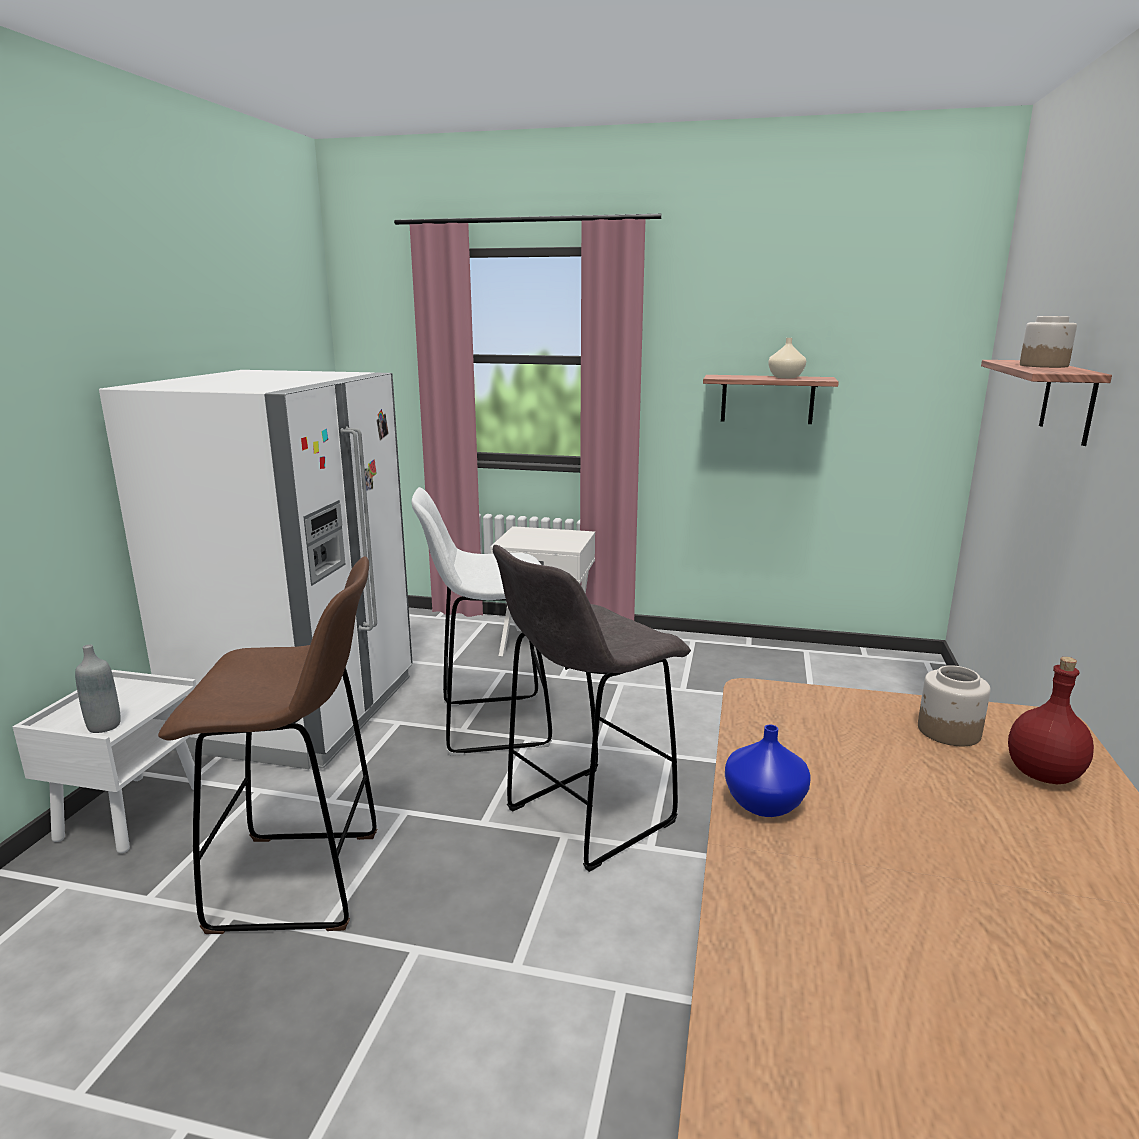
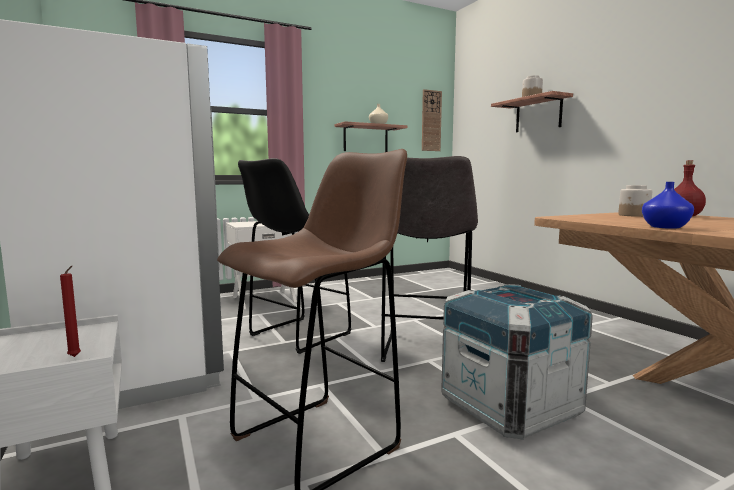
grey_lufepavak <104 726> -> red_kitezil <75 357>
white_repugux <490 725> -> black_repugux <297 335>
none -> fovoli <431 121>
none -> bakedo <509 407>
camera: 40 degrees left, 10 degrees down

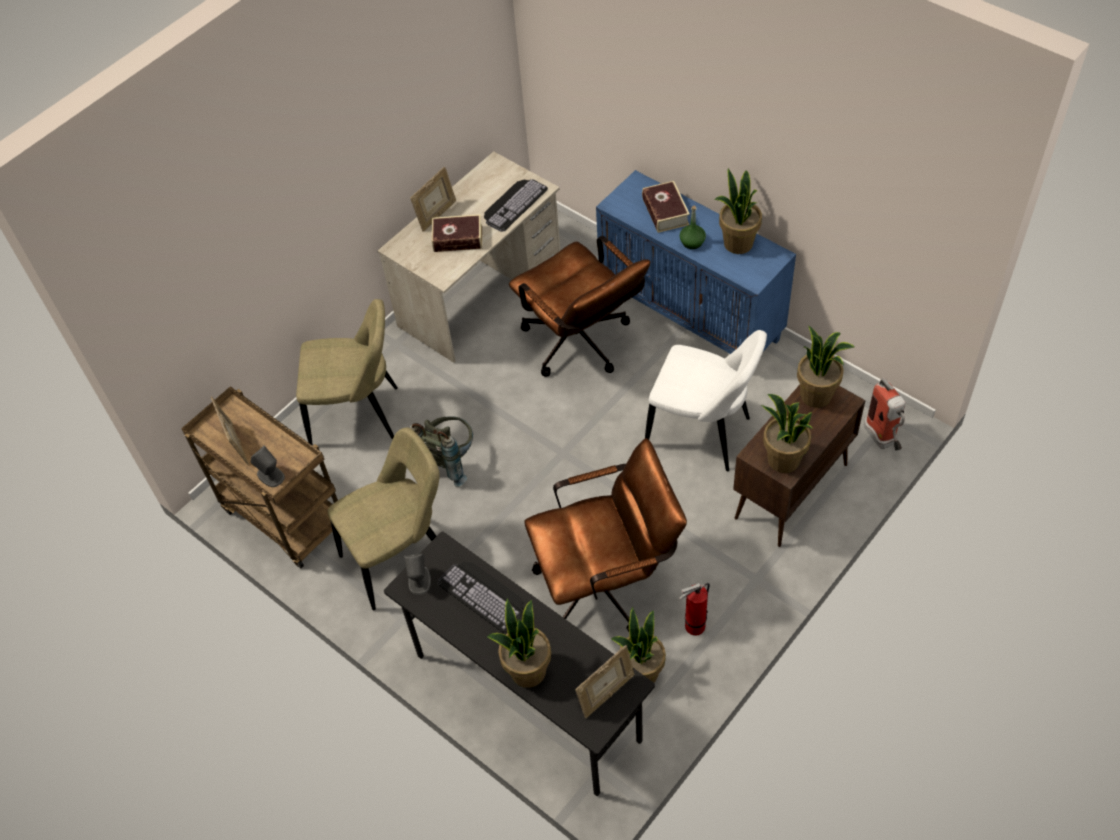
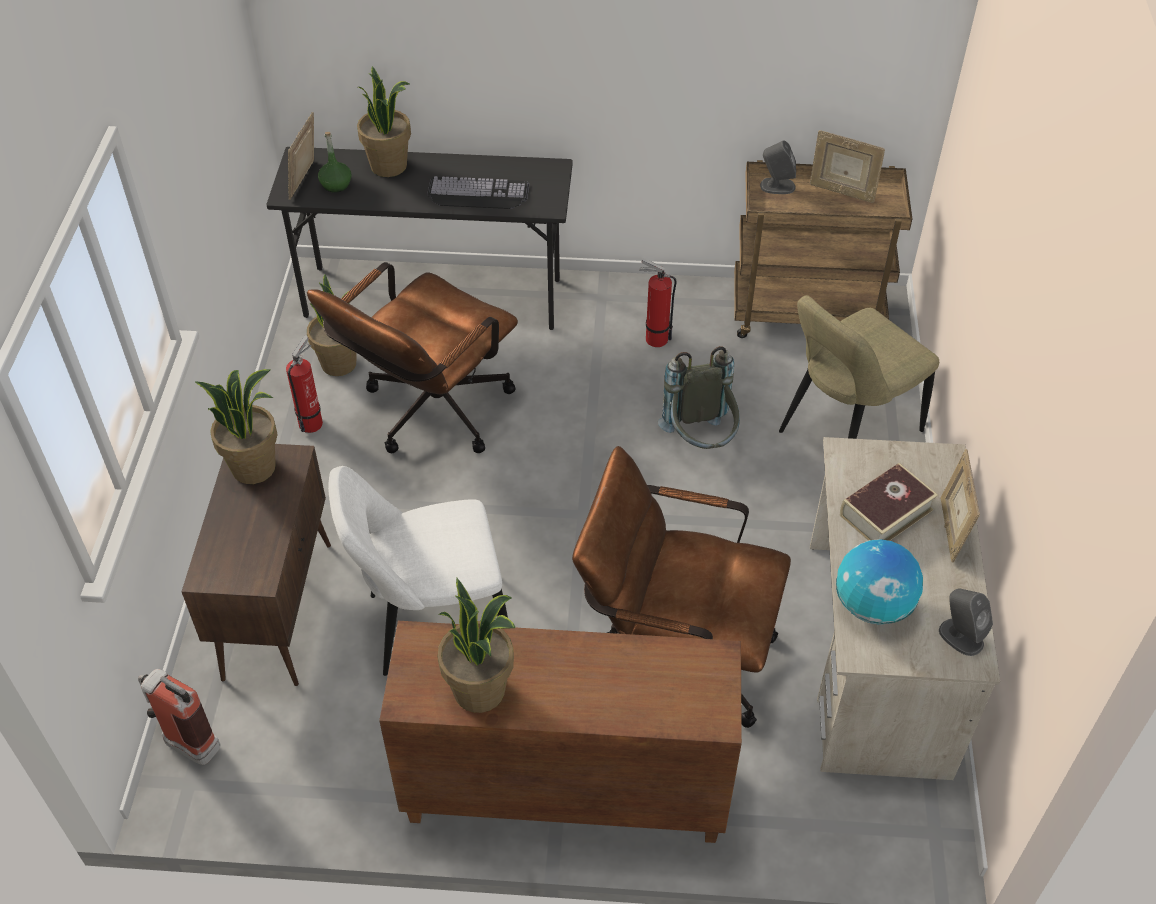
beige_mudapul <402 558> -> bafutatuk <653 338>
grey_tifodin <419 580> -> grey_tifodin <960 636>, move
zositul <513 203> -> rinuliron <872 606>
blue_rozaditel <692 315> -> brown_rozaditel <563 791>
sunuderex <665 212> -> none
green_lufepavak <692 242> -> green_lufepavak <336 185>, move
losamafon <816 395> -> none
camera: 140 degrees right, 5 degrees down

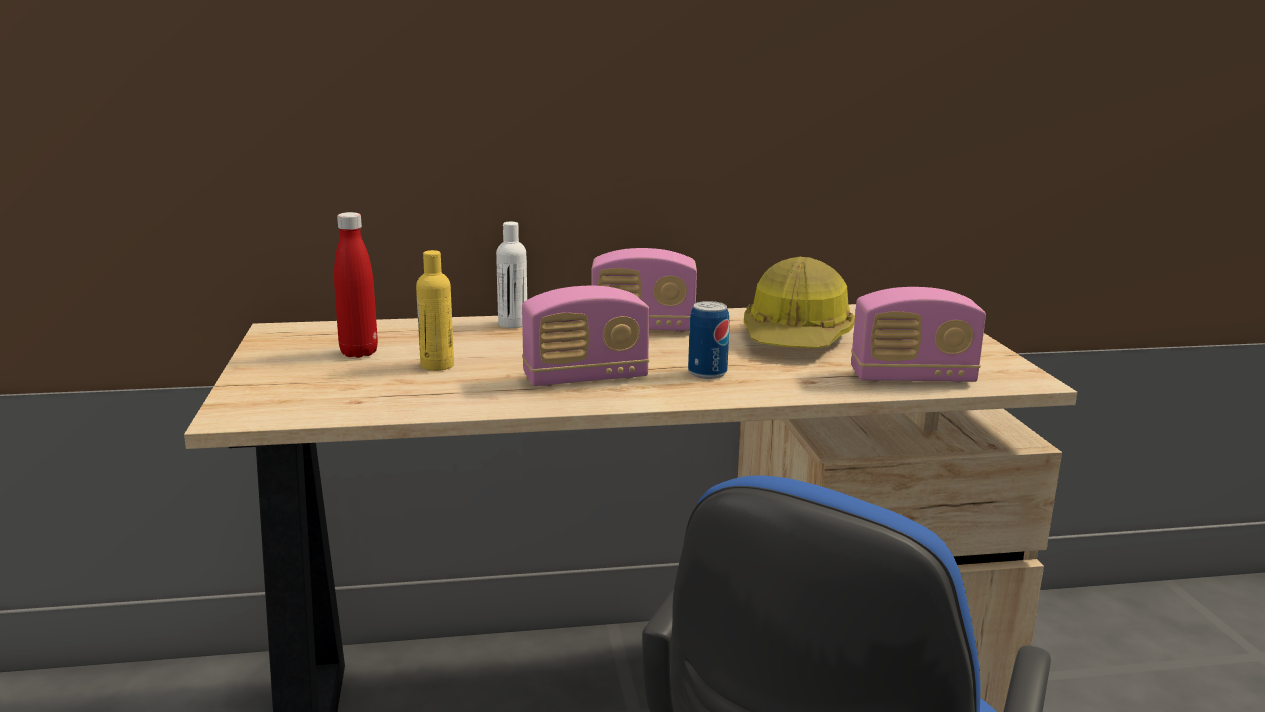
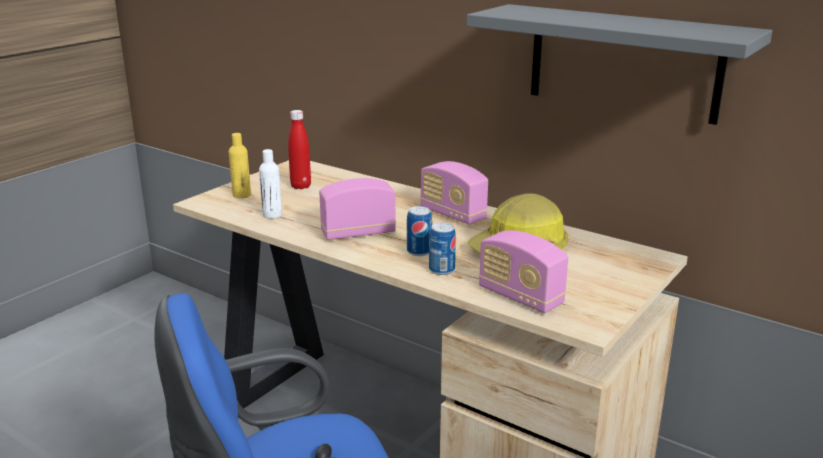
yellow_lufepavak <437 365> -> yellow_lufepavak <241 195>, move
white_lufepavak <513 324> -> white_lufepavak <272 215>, move
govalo <585 378> -> govalo <358 233>, 135 degrees clockwise
none -> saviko <441 270>
none -> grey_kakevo <623 62>
camera: 45 degrees right, 5 degrees up

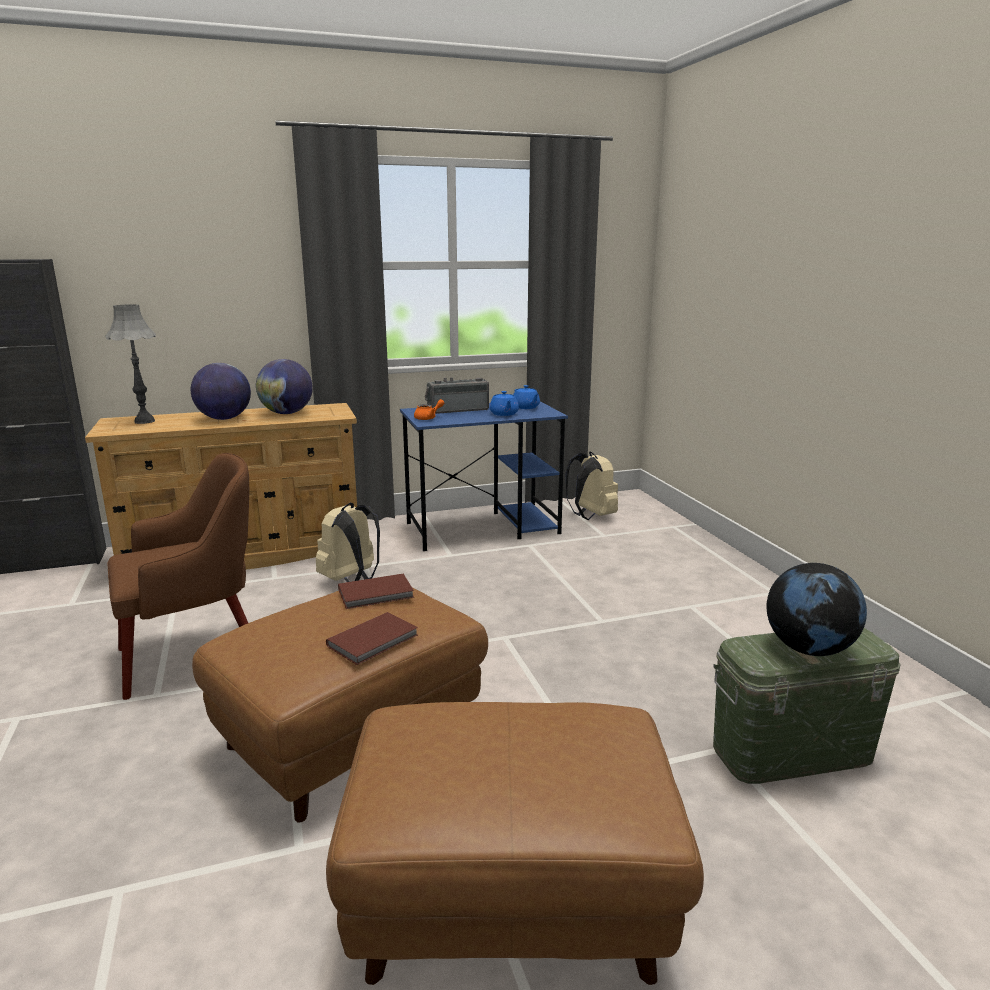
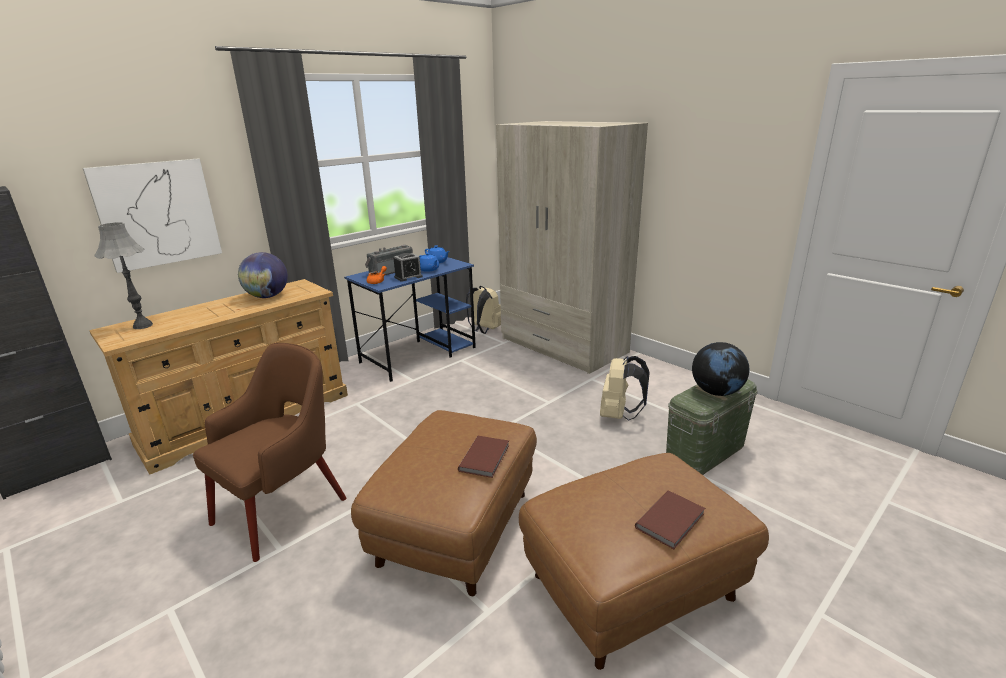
rinuliron <224 418> -> none
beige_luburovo <351 580> -> beige_luburovo <619 415>, move
brown_sunuderex <377 594> -> brown_sunuderex <672 521>, move
none -> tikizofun <157 214>
none -> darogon <408 277>
none -> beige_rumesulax <563 346>
camera: 25 degrees left, 5 degrees up

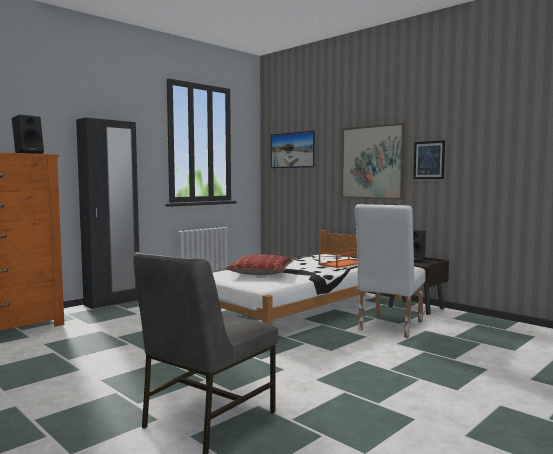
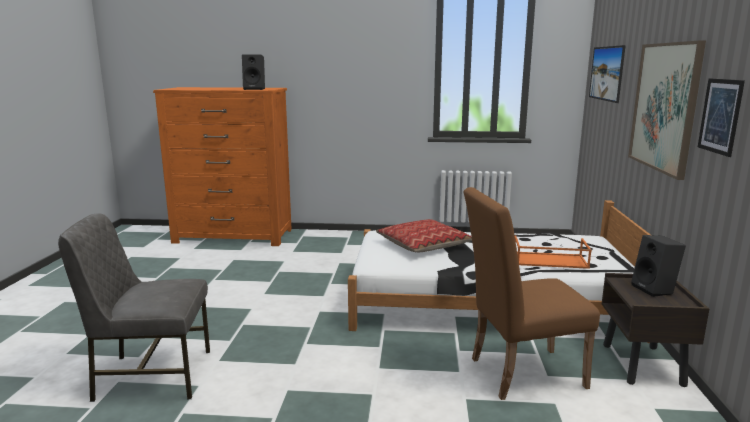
black_rumesulax <112 302> -> none
white_mudapul <388 327> -> brown_mudapul <518 373>
camera: 50 degrees right, 10 degrees up

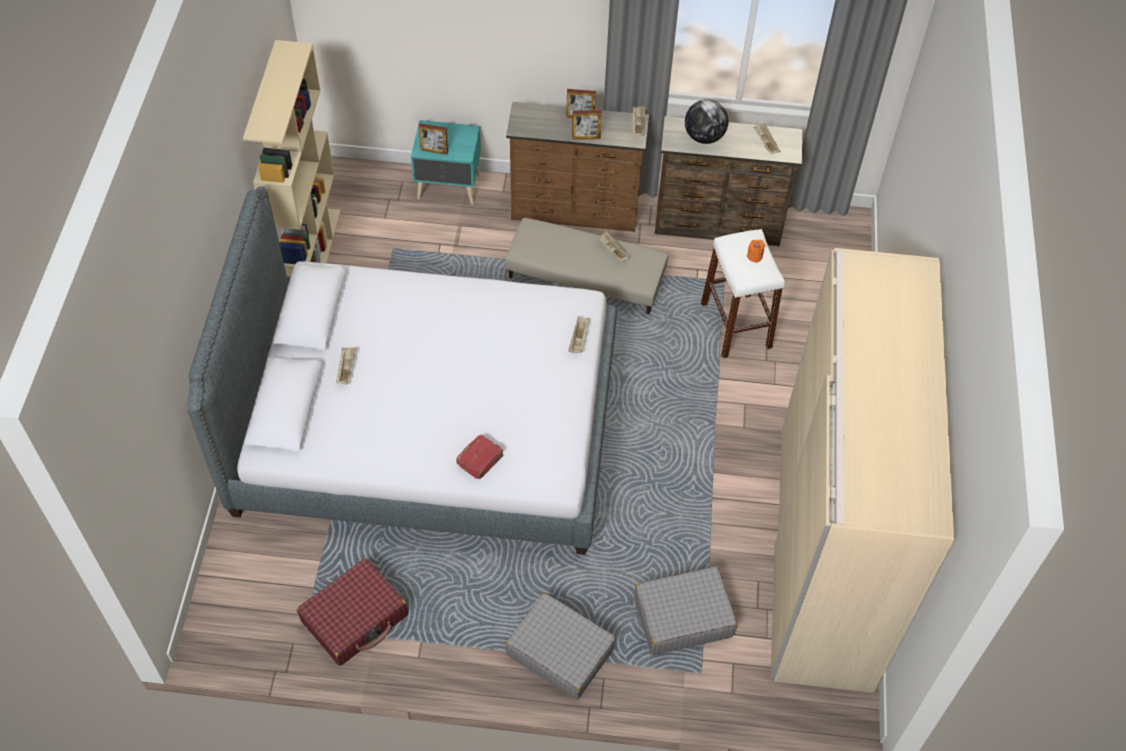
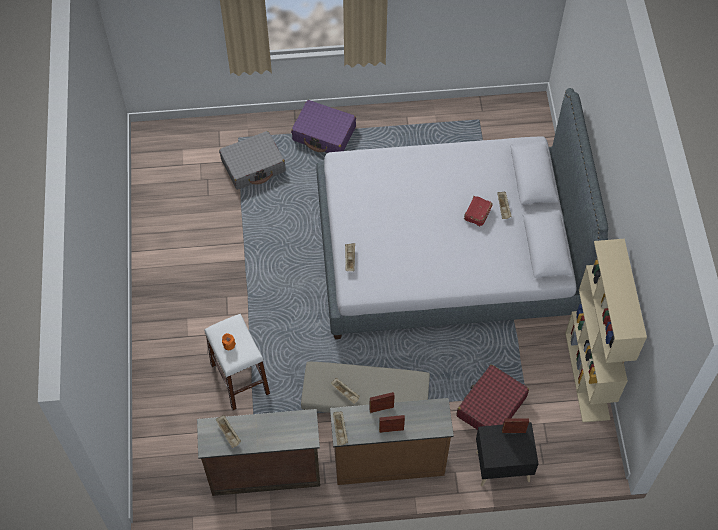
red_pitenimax <355 618> -> red_pitenimax <491 407>, move
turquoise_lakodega <449 187> -> black_lakodega <501 465>
red_sunuderex <480 460> -> red_sunuderex <477 214>, move
grey_pitenimax <560 651> -> purple_pitenimax <324 134>
rinuliron <704 136> -> none
beige_rumesulax <823 556> -> none
camera: 170 degrees right, 5 degrees up

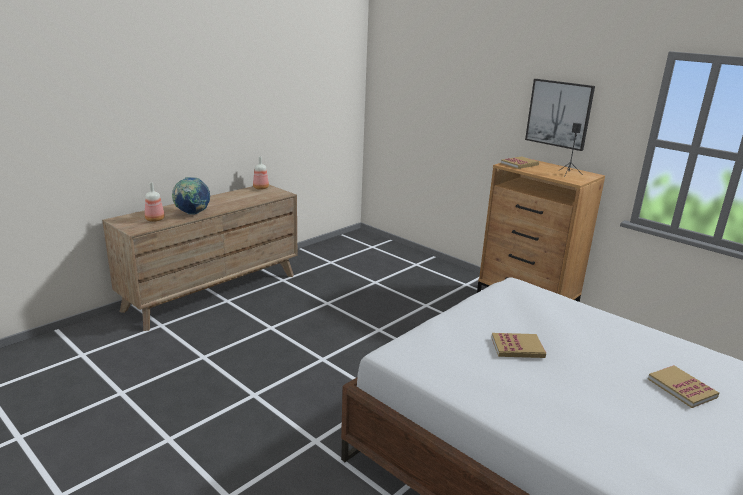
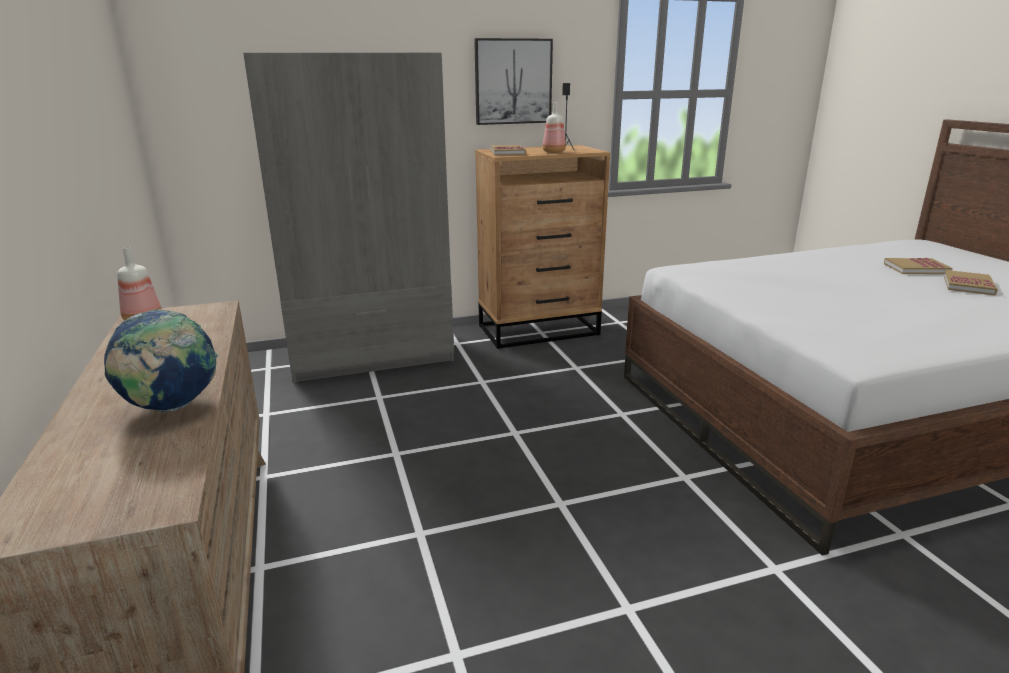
lufepavak <154 219> -> lufepavak <553 152>, move
sunuderex <517 347> -> sunuderex <968 285>, move
none -> grey_rumesulax <371 355>
camera: 60 degrees left, 0 degrees up

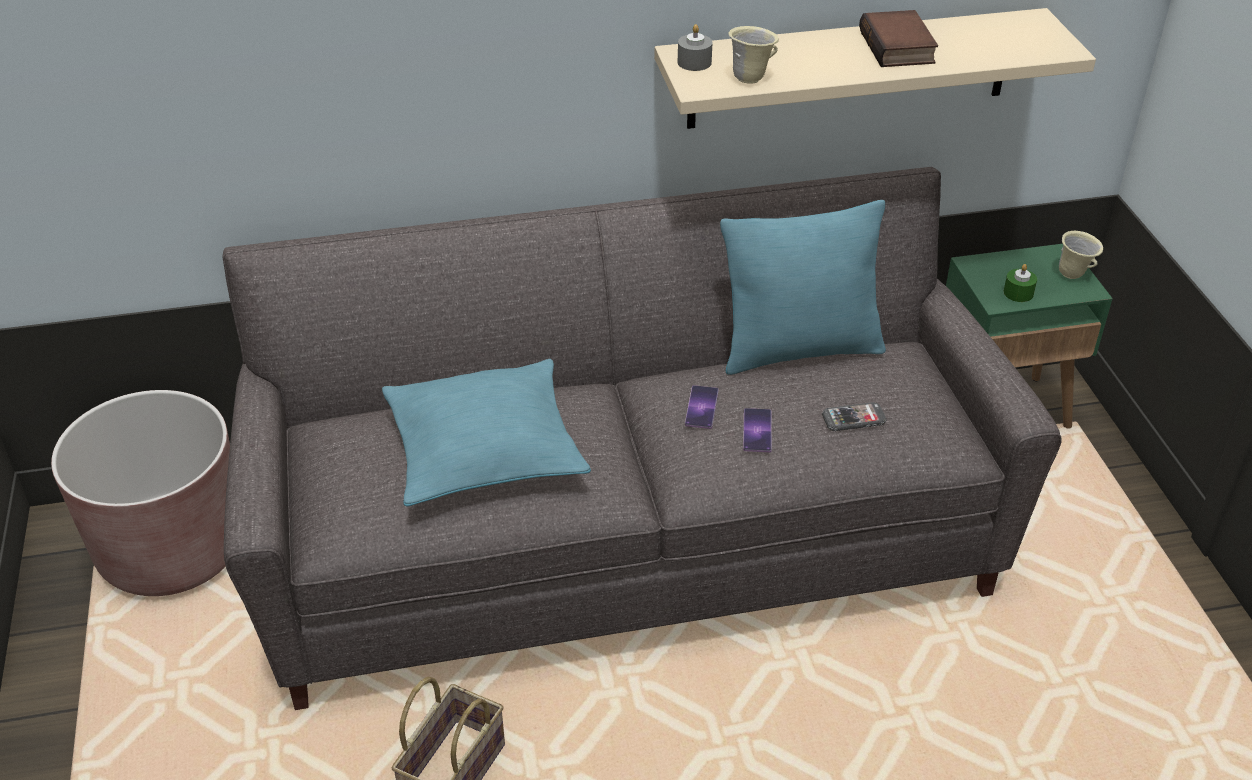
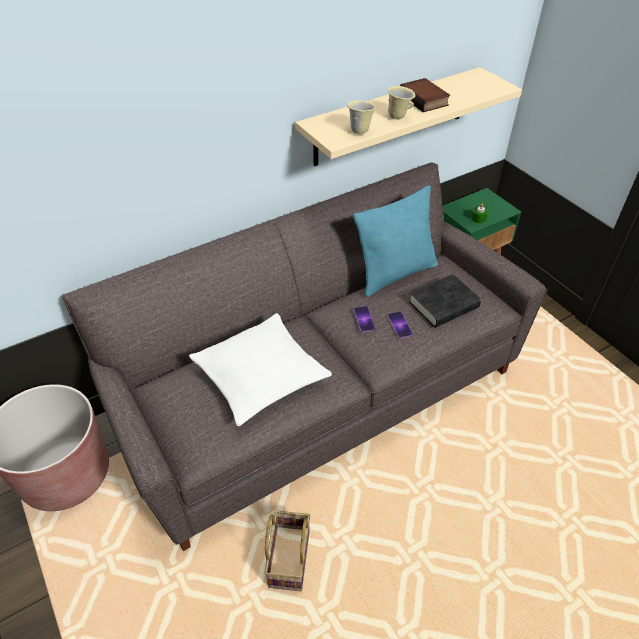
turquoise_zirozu <484 449> -> white_zirozu <260 375>
grey_kitezil <694 62> -> none
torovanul <853 418> -> black_sunuderex <443 305>
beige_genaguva <1074 275> -> beige_genaguva <399 117>, move
camera: 20 degrees left, 5 degrees up

